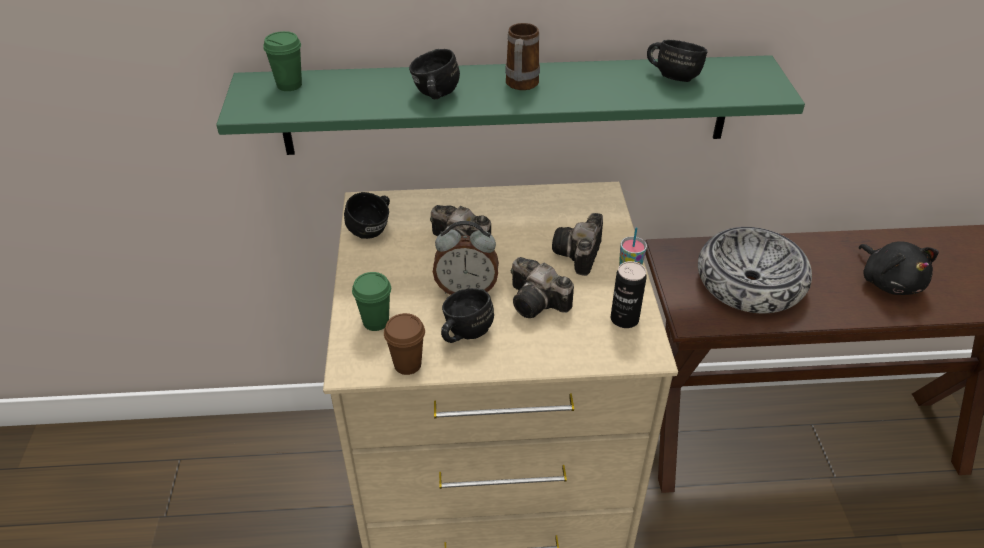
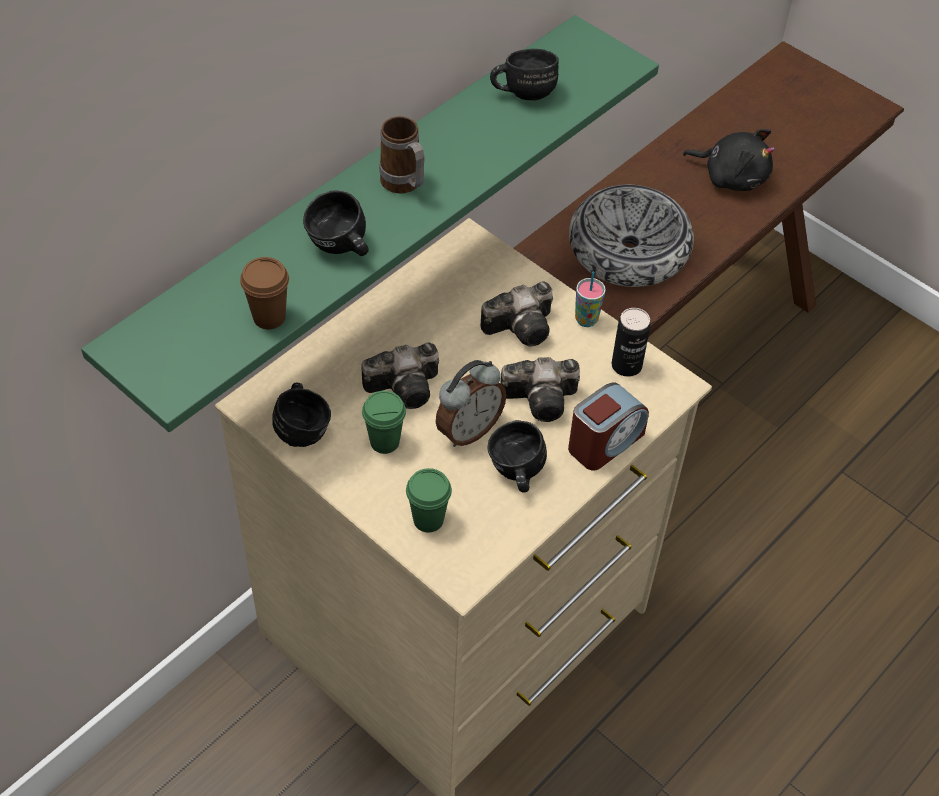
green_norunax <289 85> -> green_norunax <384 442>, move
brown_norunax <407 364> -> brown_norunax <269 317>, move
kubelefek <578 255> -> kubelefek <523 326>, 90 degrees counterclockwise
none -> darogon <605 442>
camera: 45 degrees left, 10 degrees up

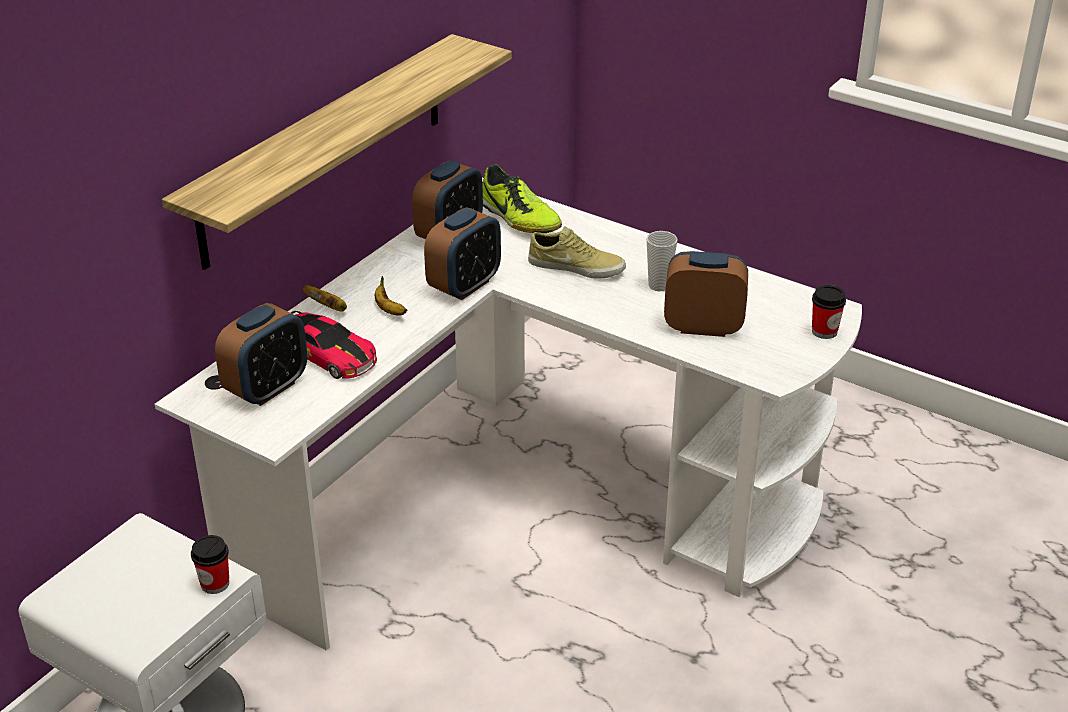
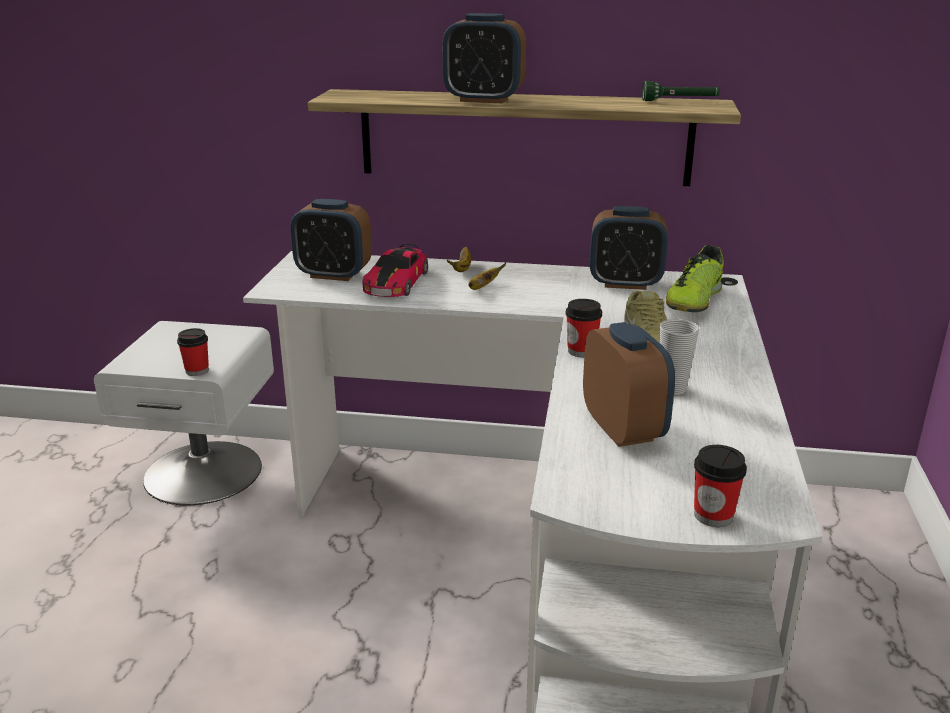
darogon <464 286> -> darogon <484 100>, move
none -> norunax <581 351>
none -> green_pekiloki <680 101>
camera: 65 degrees right, 10 degrees down

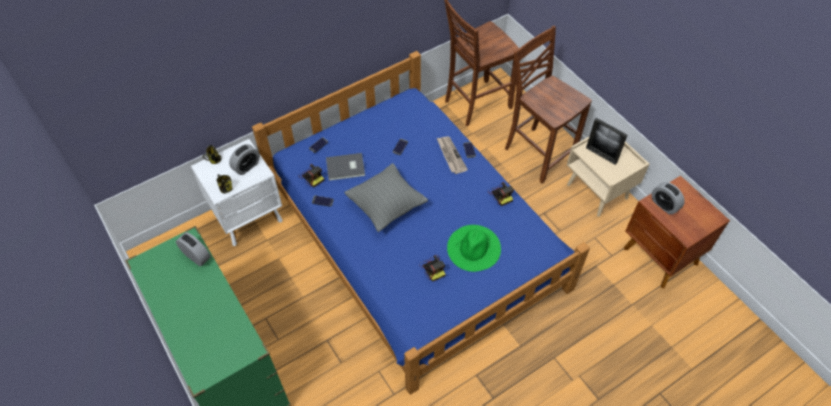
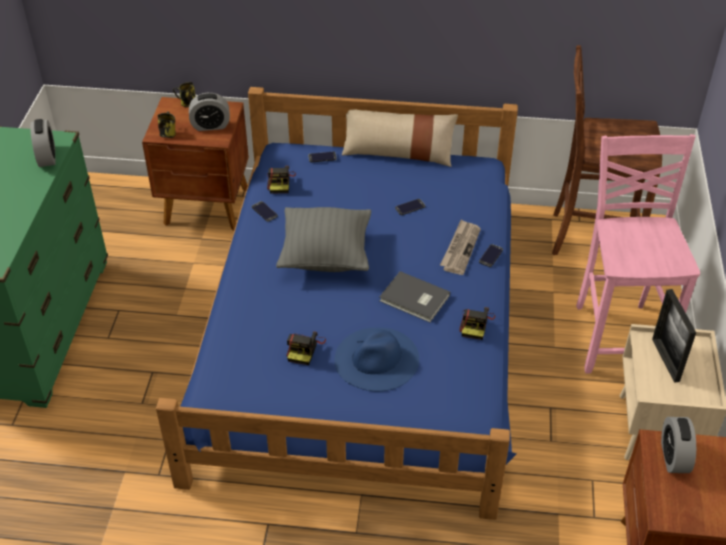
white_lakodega <249 217> -> brown_lakodega <207 207>
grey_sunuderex <346 168> -> grey_sunuderex <414 299>, move
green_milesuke <474 248> -> blue_milesuke <376 359>
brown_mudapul <537 153> -> pink_mudapul <617 336>
none -> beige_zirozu <398 153>
camera: 40 degrees right, 10 degrees down

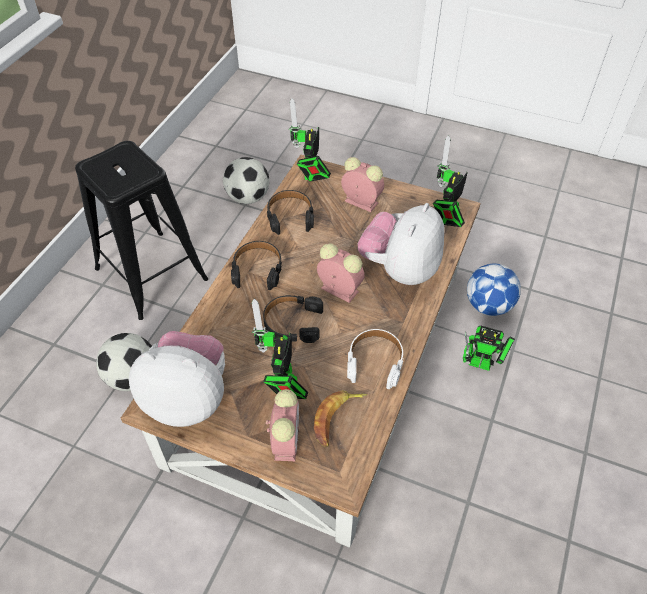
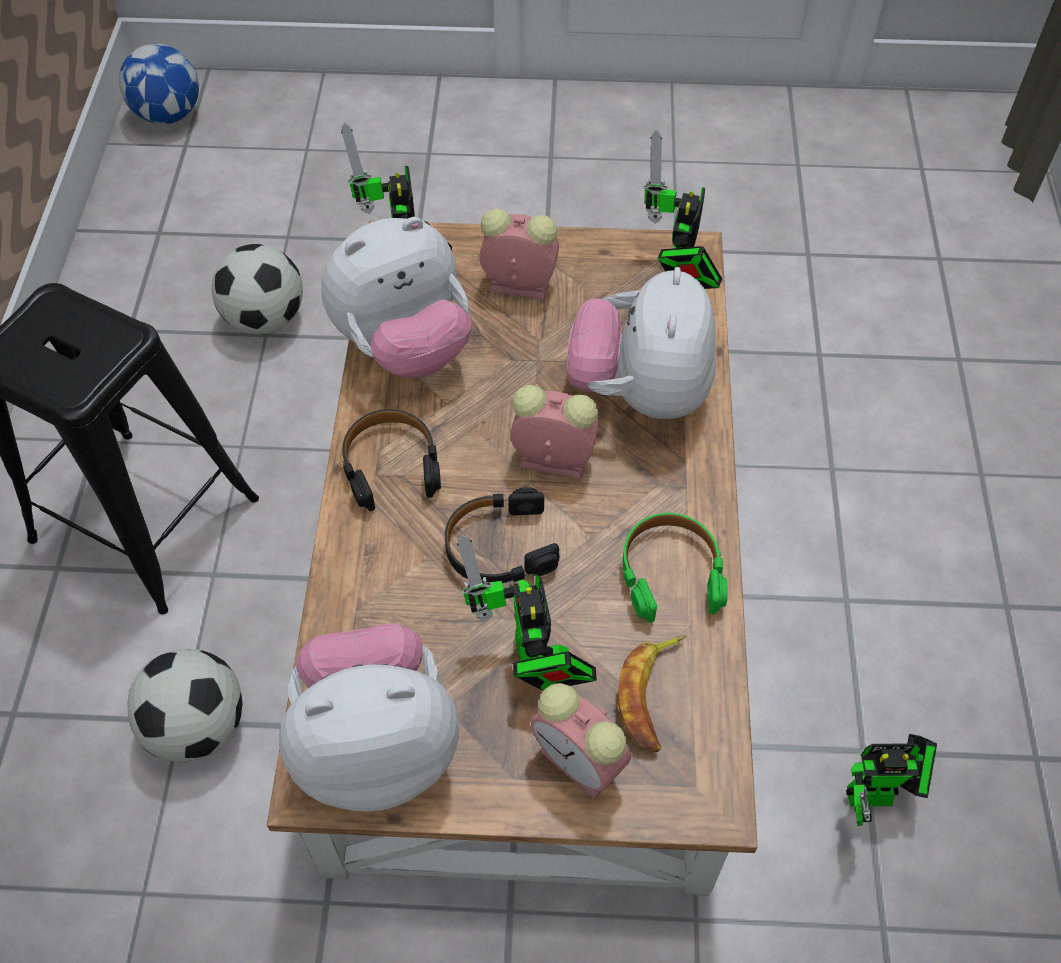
darogon <286 440> -> darogon <582 763>, 150 degrees clockwise
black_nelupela <290 216> -> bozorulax <405 346>
white_nelupela <375 362> -> green_nelupela <670 573>
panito <483 365> -> panito <877 796>, move
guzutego <488 305> -> guzutego <168 115>, move
camera: 20 degrees left, 5 degrees up

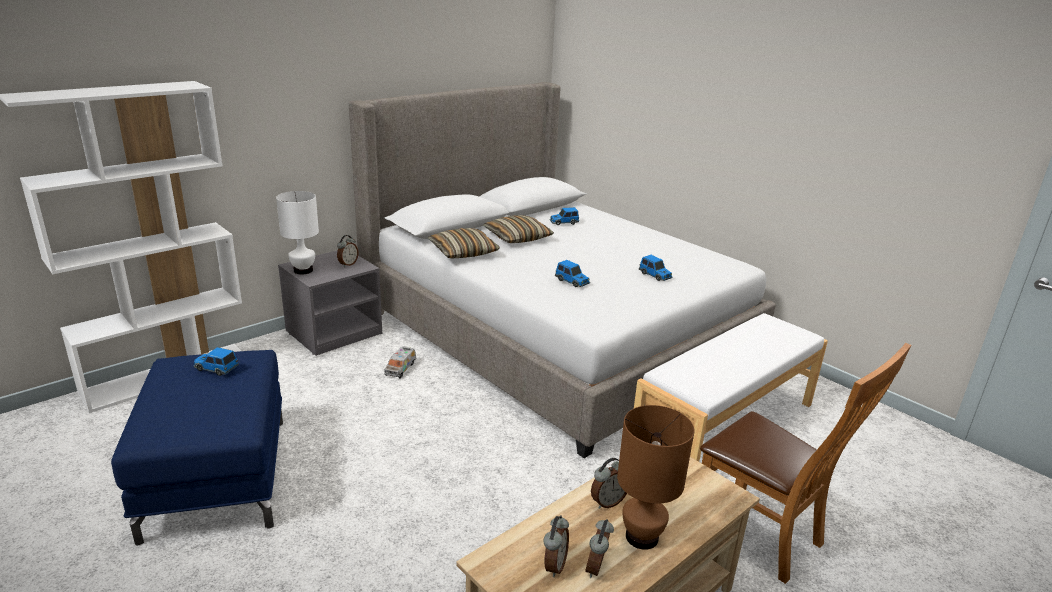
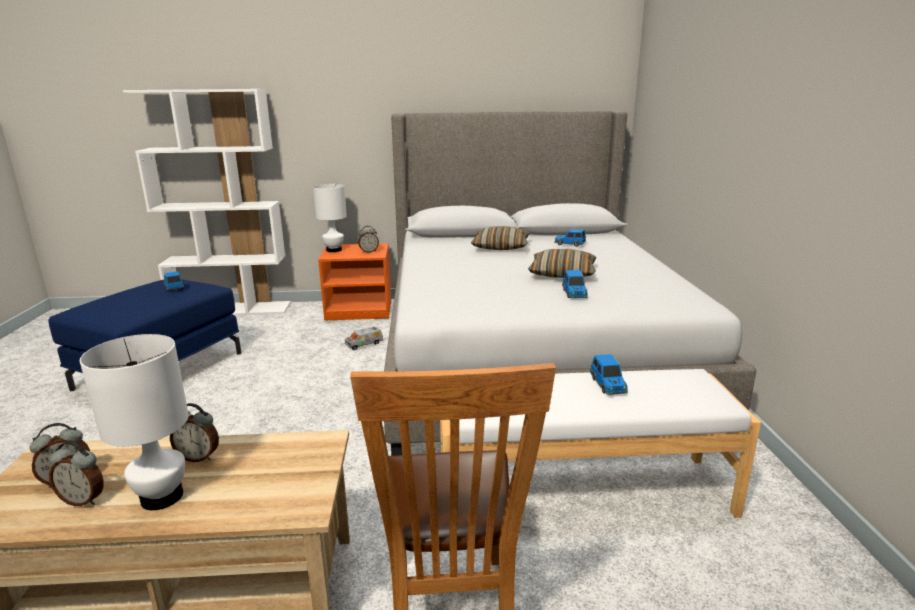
grey_lakodega <334 332> -> orange_lakodega <360 310>
zirozu <463 252> -> zirozu <562 274>, move
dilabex <572 281> -> dilabex <608 385>, move
darogon <597 568> -> darogon <84 500>, 135 degrees counterclockwise
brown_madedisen <642 537> -> white_madedisen <162 497>
camera: 40 degrees right, 5 degrees down

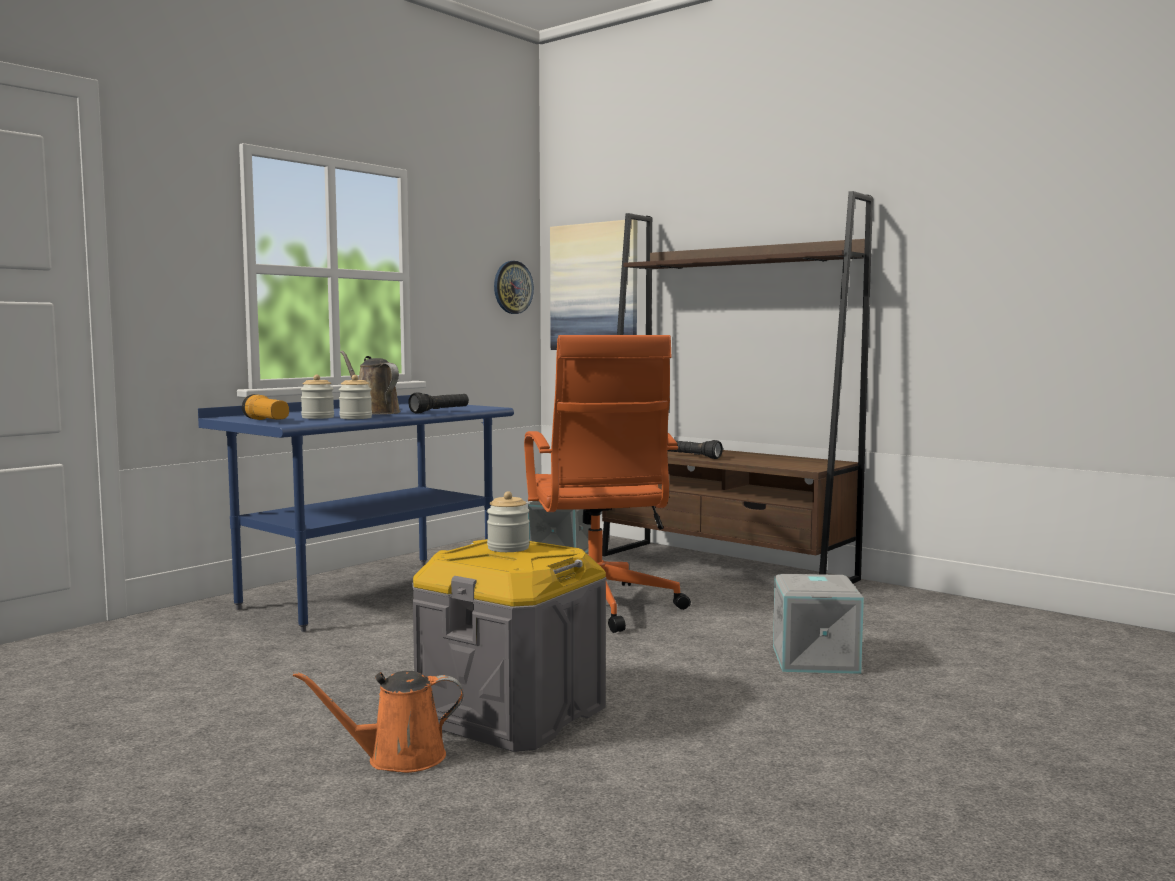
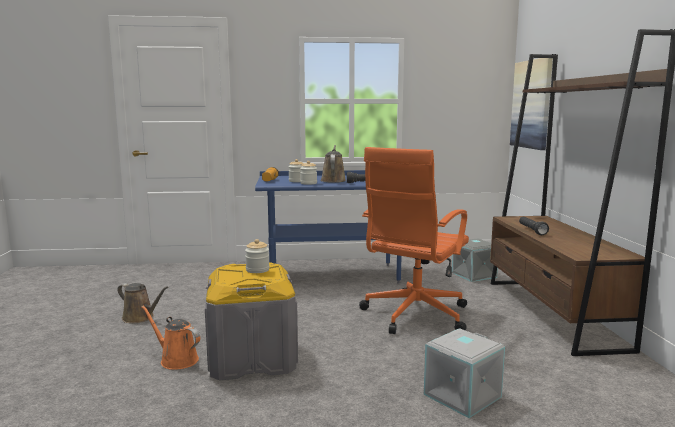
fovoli <512 287> -> none
none -> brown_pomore <140 318>
camera: 45 degrees right, 5 degrees up

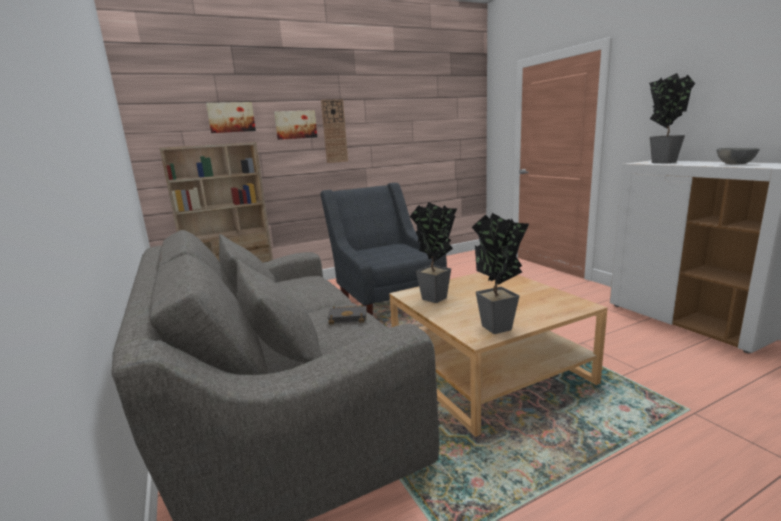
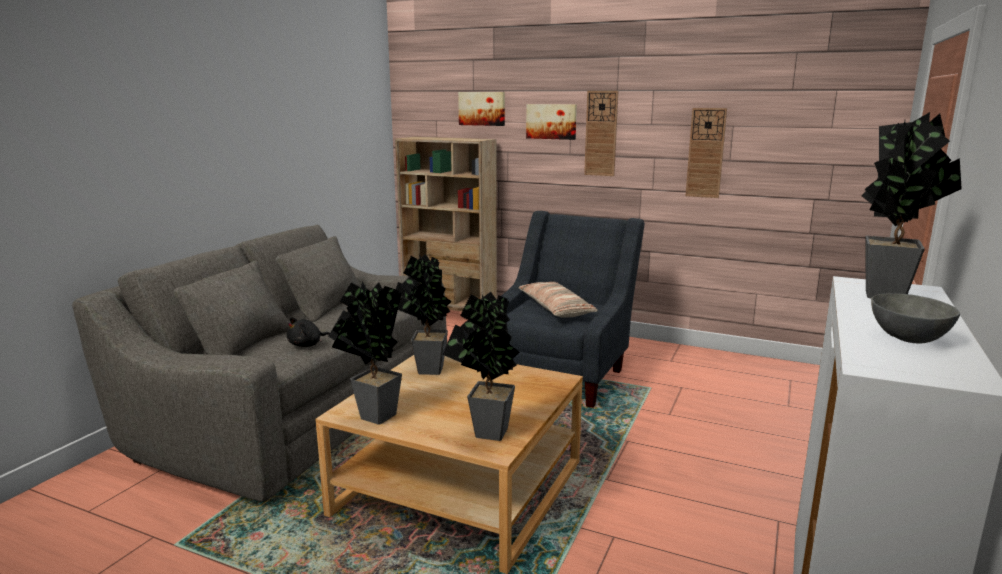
black_sunuderex <349 317> -> black_bozorulax <307 345>
none -> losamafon <486 434>
none -> zirozu <555 309>
none -> fovoli <706 153>
camera: 50 degrees right, 0 degrees up

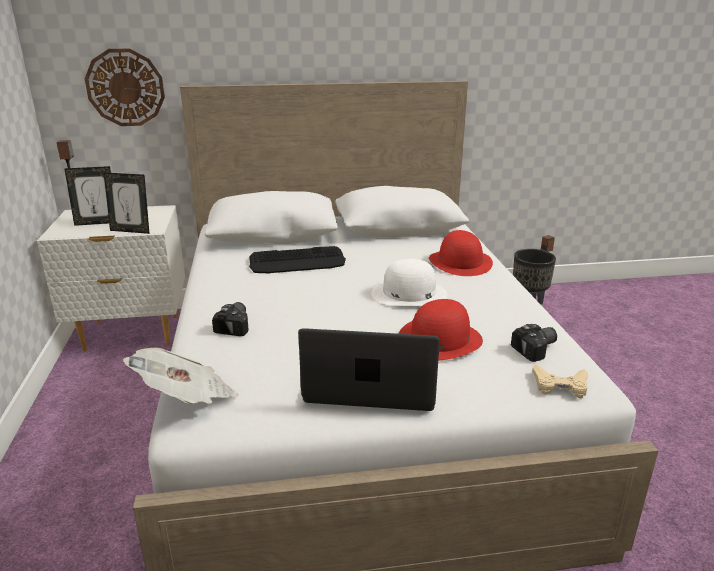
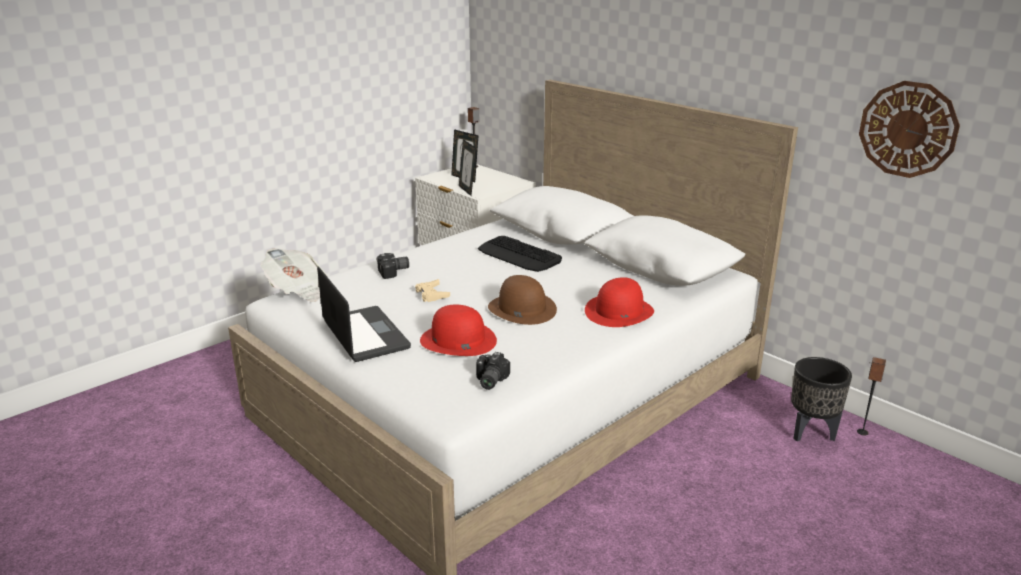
fovoli <125 88> -> fovoli <908 129>, move
white_milesuke <409 293> -> brown_milesuke <521 308>
kubelefek <537 350> -> kubelefek <489 381>, 75 degrees clockwise
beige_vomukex <560 386> -> beige_vomukex <431 294>, move
camera: 55 degrees right, 0 degrees up

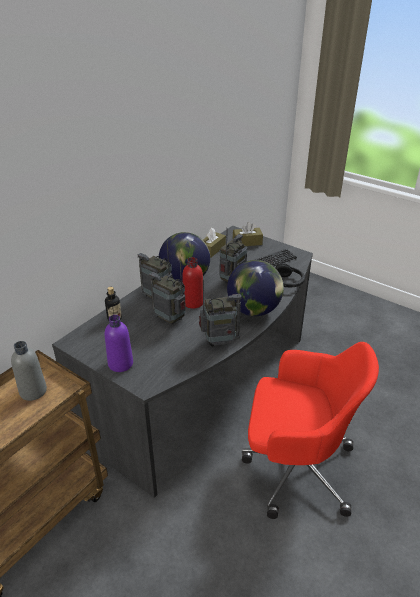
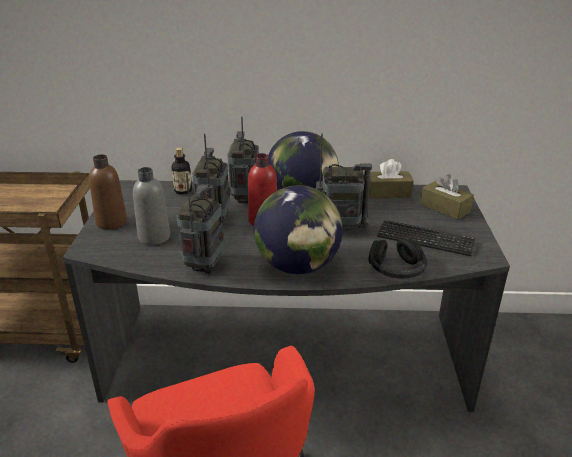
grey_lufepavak <33 391> -> grey_lufepavak <154 237>, move
purple_lufepavak <120 364> -> brown_lufepavak <111 222>
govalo <220 342> -> govalo <204 266>, 120 degrees counterclockwise
camera: 55 degrees right, 5 degrees down

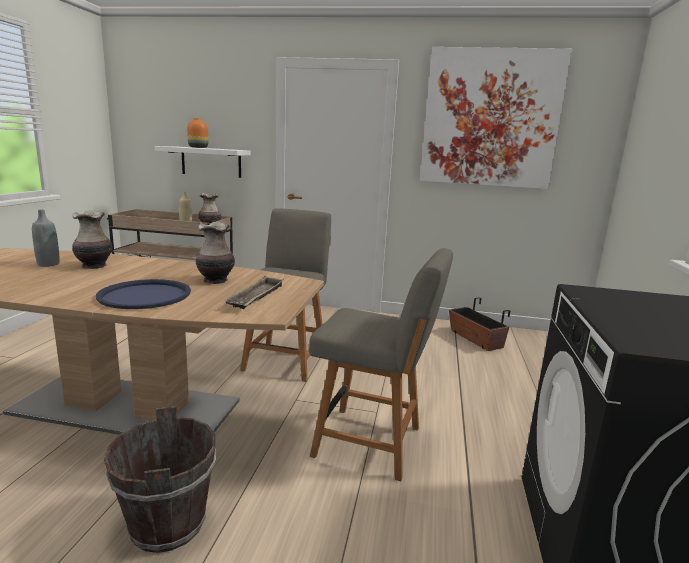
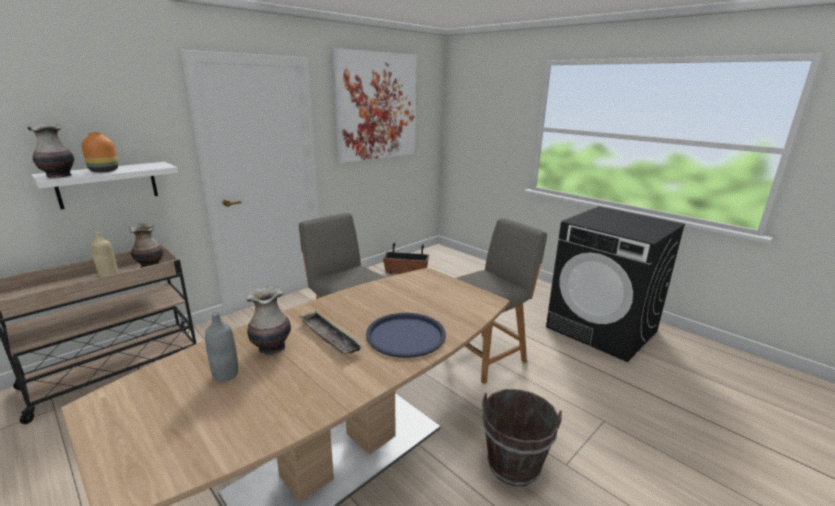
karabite <215 280> -> karabite <58 176>, move
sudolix <256 297> -> sudolix <329 336>, move
camera: 55 degrees left, 5 degrees up

